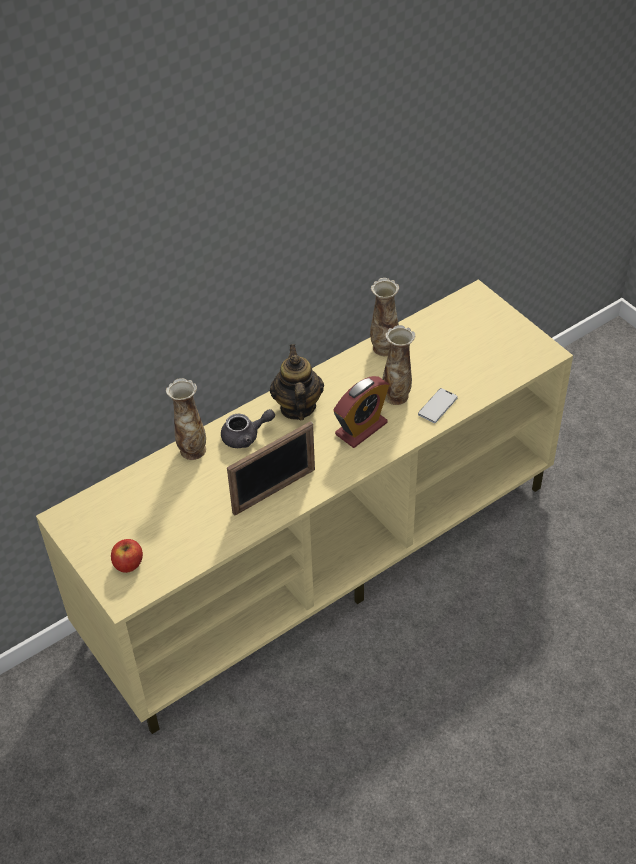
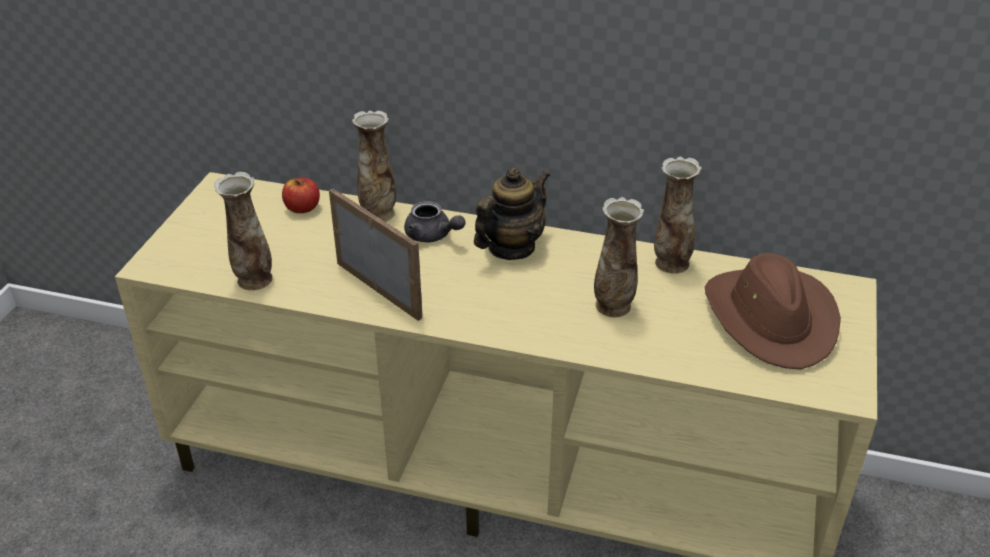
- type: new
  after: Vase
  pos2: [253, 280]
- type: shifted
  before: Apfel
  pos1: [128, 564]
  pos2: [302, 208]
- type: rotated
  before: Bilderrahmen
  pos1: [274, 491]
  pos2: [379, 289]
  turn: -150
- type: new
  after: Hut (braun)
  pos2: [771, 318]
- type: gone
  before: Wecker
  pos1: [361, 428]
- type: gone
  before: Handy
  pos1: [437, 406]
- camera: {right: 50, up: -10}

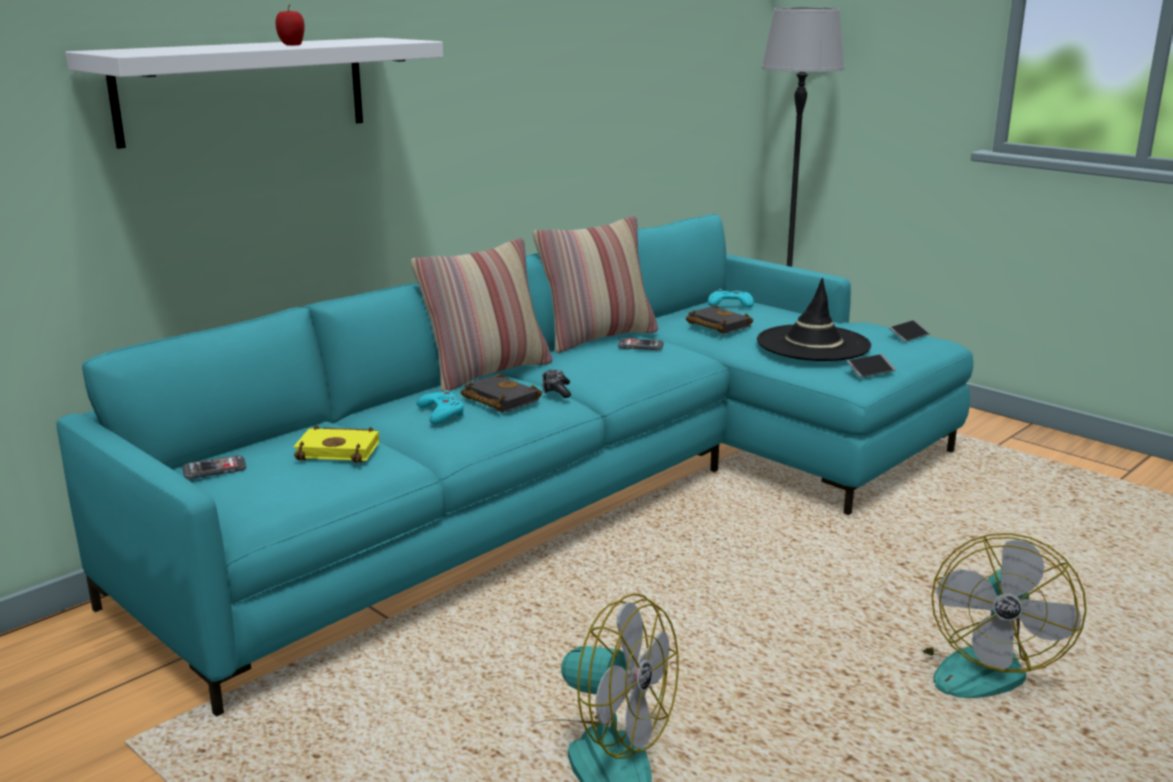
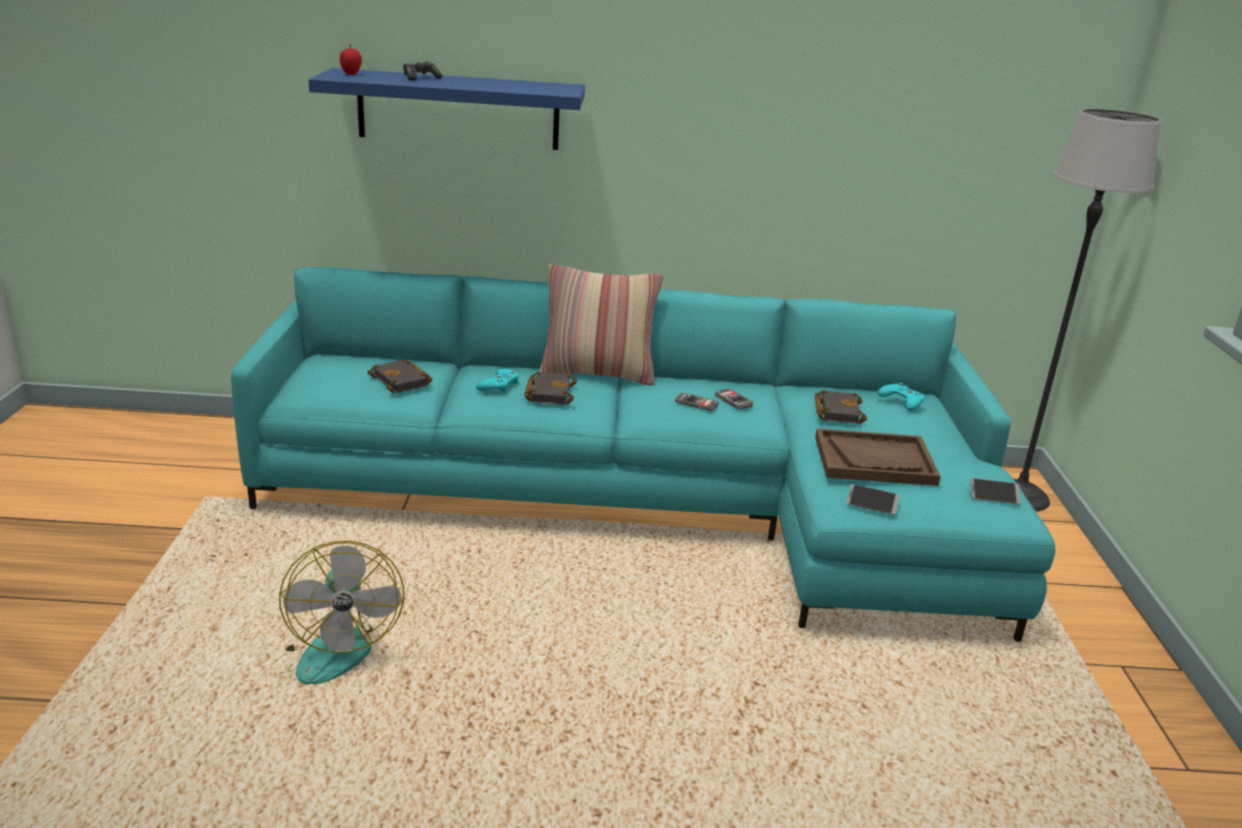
- type: repainted
  before: Wandregal (weiß)
  after: Wandregal (blau)
  pos1: [244, 89]
  pos2: [458, 110]
- type: shifted
  before: Apfel
  pos1: [292, 45]
  pos2: [351, 74]
- type: repainted
  before: Buch (gelb)
  after: Buch (schwarz)
  pos1: [341, 450]
  pos2: [402, 381]
- type: shifted
  before: Gamepad
  pos1: [556, 391]
  pos2: [420, 78]
- type: shifted
  before: Handy
  pos1: [214, 469]
  pos2: [696, 403]
- type: swapped
  before: Hut (schwarz)
  after: Tablett (braun)
  pos1: [813, 344]
  pos2: [874, 460]
- type: gone
  before: Kissen
  pos1: [597, 337]
- type: gone
  before: Ventilator
  pos1: [979, 664]
- camera: {right: 45, up: 5}

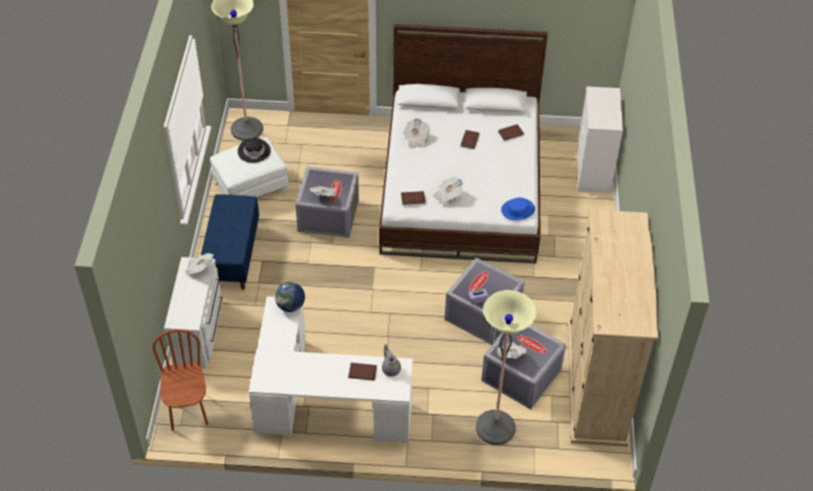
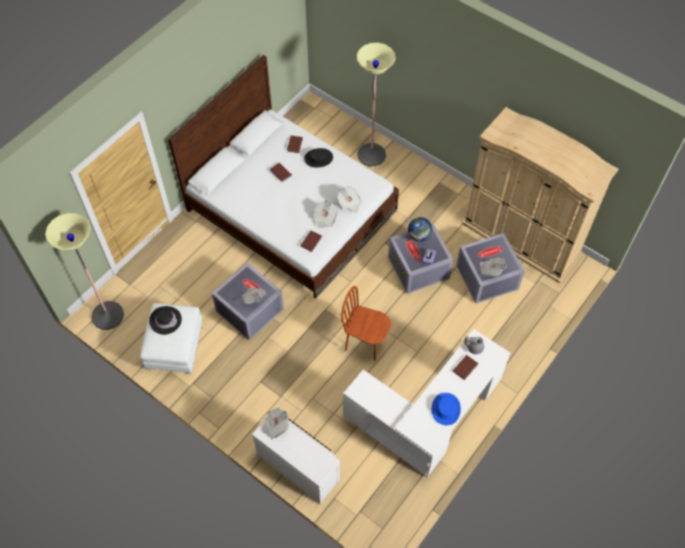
- type: new
  after: Hut (schwarz)
  pos2: [318, 158]
- type: shifted
  before: Zeitung
  pos1: [416, 139]
  pos2: [349, 203]
- type: shifted
  before: Stuhl (braun)
  pos1: [188, 411]
  pos2: [365, 343]
- type: shifted
  before: Stehlampe
  pos1: [495, 427]
  pos2: [371, 155]
- type: shifted
  before: Globus
  pos1: [290, 306]
  pos2: [419, 236]
- type: shifted
  before: Hut (blau)
  pos1: [518, 210]
  pos2: [446, 409]
- type: gone
  before: Bank (blau)
  pos1: [232, 255]
- type: gone
  before: Kommode (weiß)
  pos1: [593, 171]
- camera: {right: -55, up: 10}

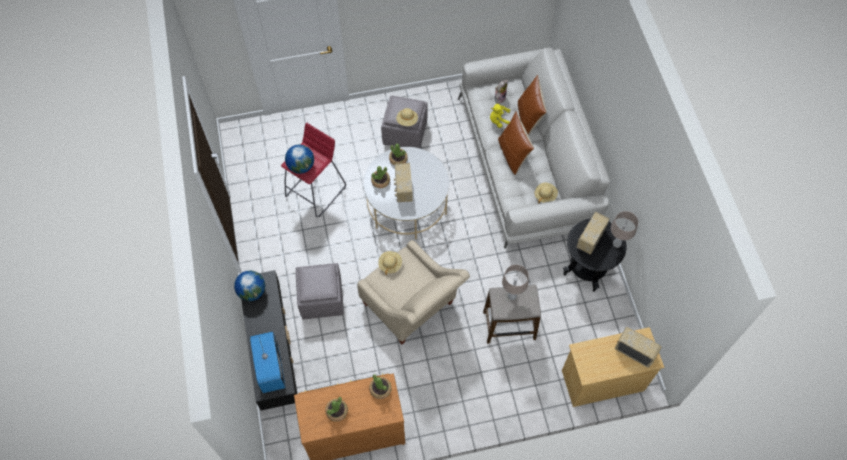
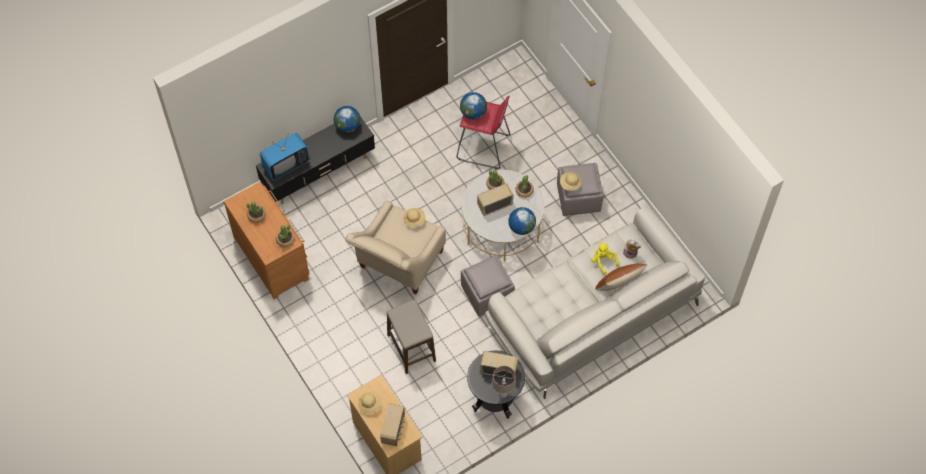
- type: shifted
  before: Hut (beige)
  pos1: [545, 195]
  pos2: [370, 404]
- type: shifted
  before: Polsterhocker (grau)
  pos1: [321, 299]
  pos2: [486, 293]
- type: new
  after: Globus
  pos2: [521, 227]
- type: gone
  before: Kissen (braun)
  pos1: [513, 154]
- type: gone
  before: Tischlampe (beige)
  pos1: [512, 295]
- camera: {right: 70, up: 0}

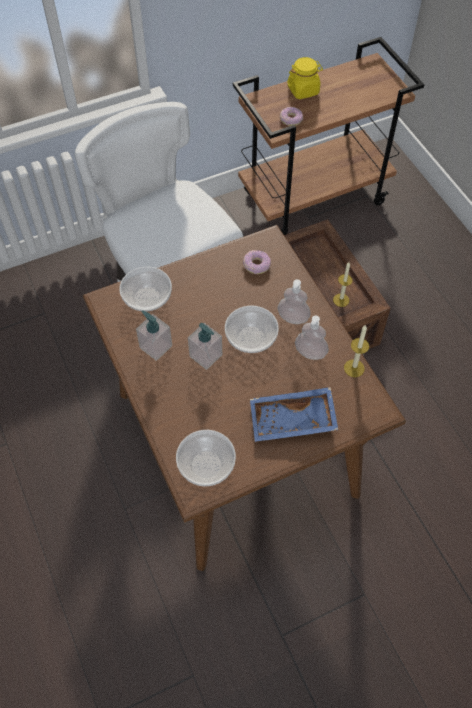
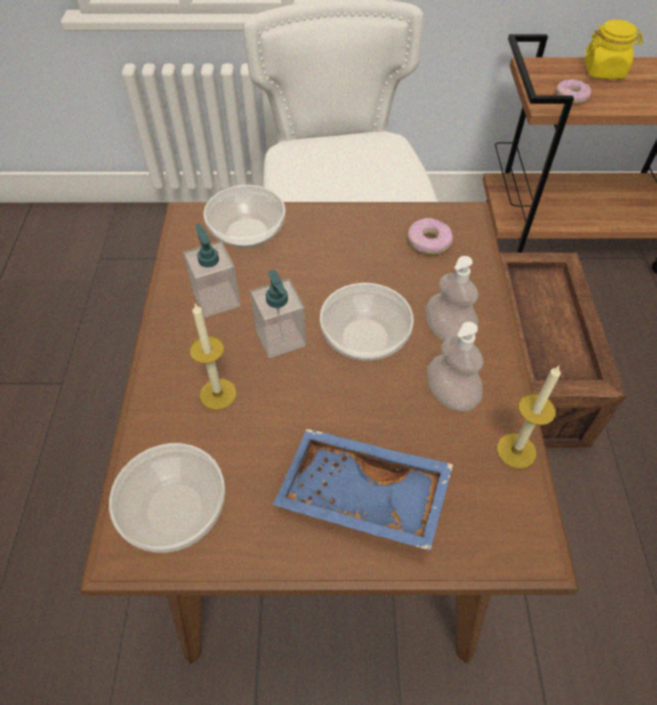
- type: shifted
  before: Kerze
  pos1: [341, 300]
  pos2: [218, 394]
- camera: {right: 25, up: -5}

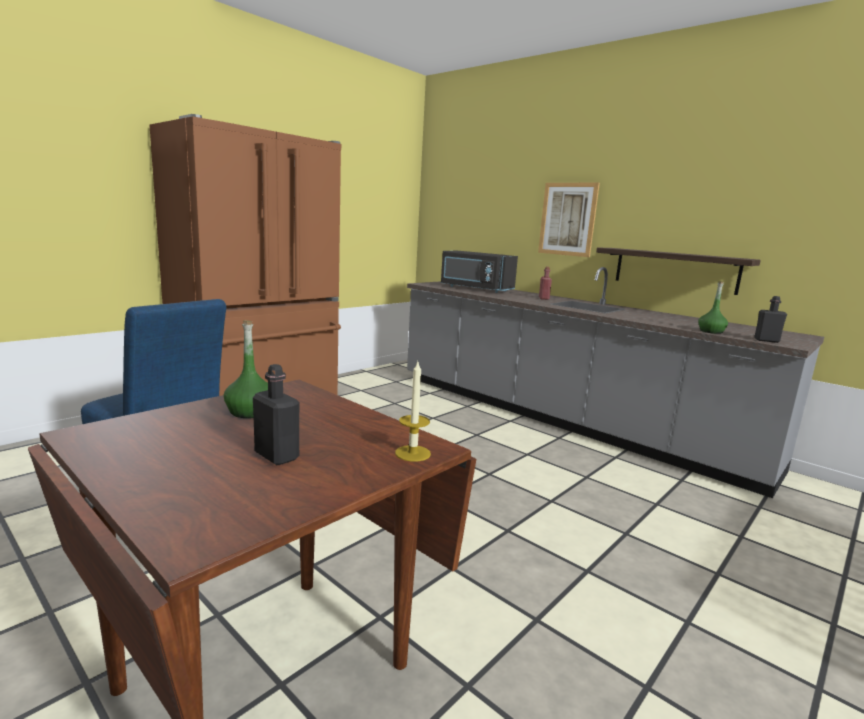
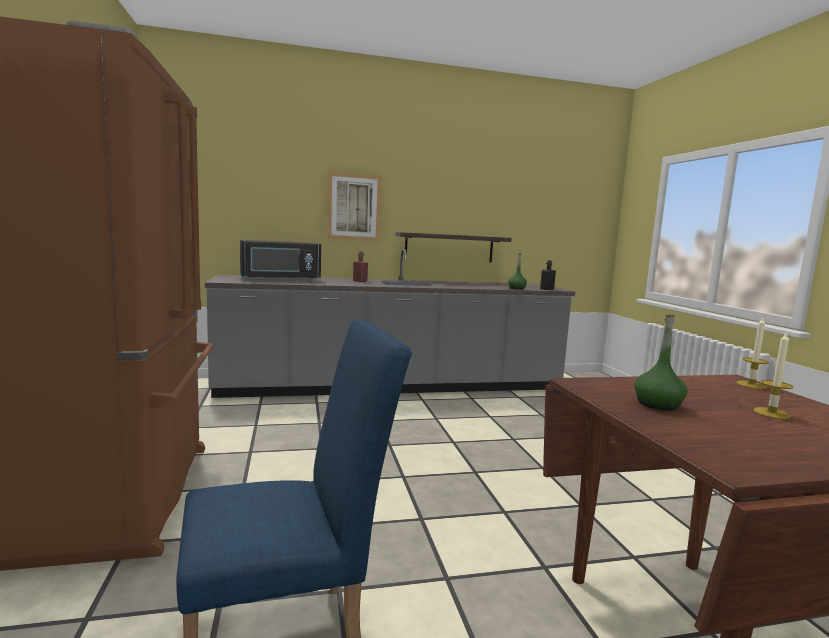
- type: swapped
  before: Flasche (schwarz)
  after: Kerze
  pos1: [276, 456]
  pos2: [771, 413]
- camera: {right: -55, up: -5}

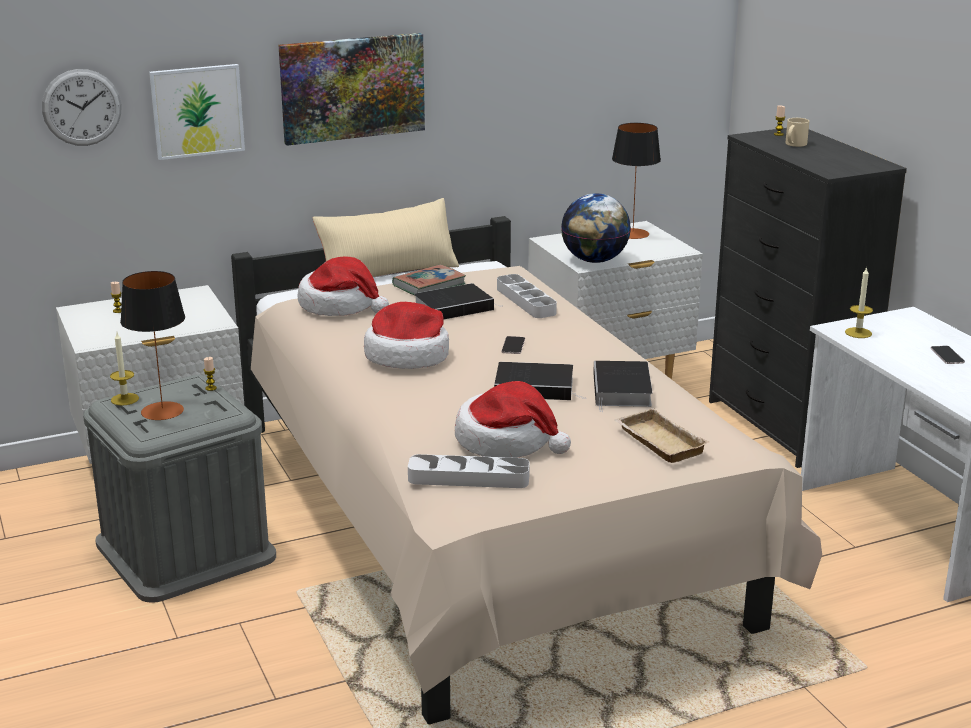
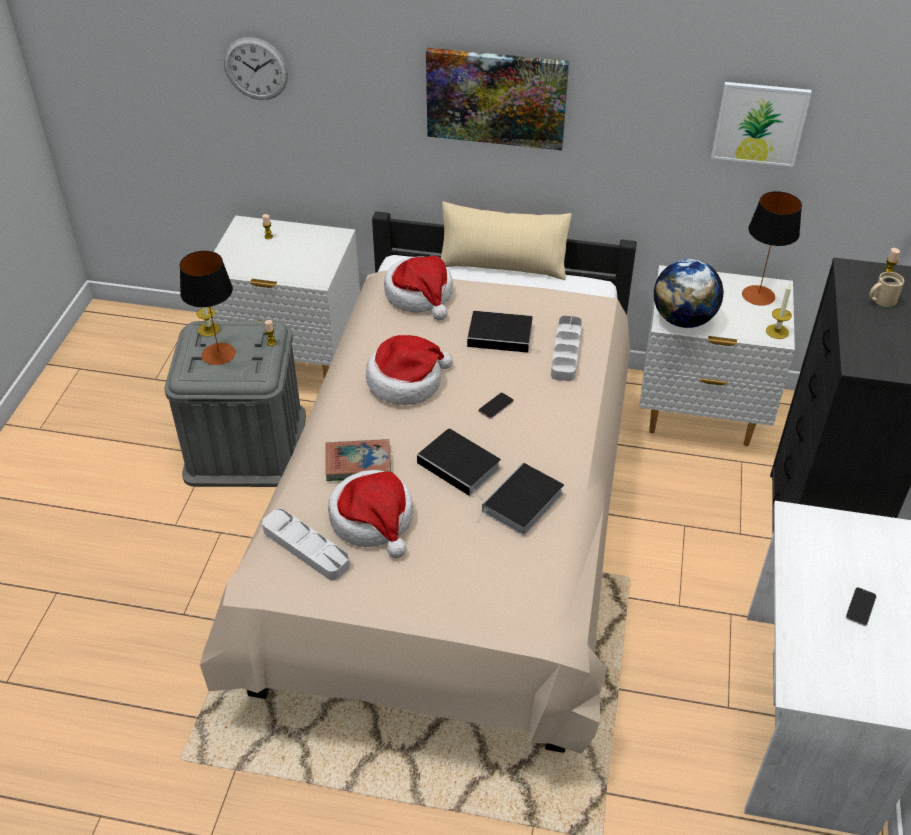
- type: shifted
  before: Buch
  pos1: [429, 285]
  pos2: [358, 463]
- type: shifted
  before: Bild
  pos1: [197, 111]
  pos2: [759, 123]
- type: shifted
  before: Kerze
  pos1: [858, 333]
  pos2: [777, 331]
- type: gone
  before: Tablett (beige)
  pos1: [657, 442]
- camera: {right: 35, up: 20}

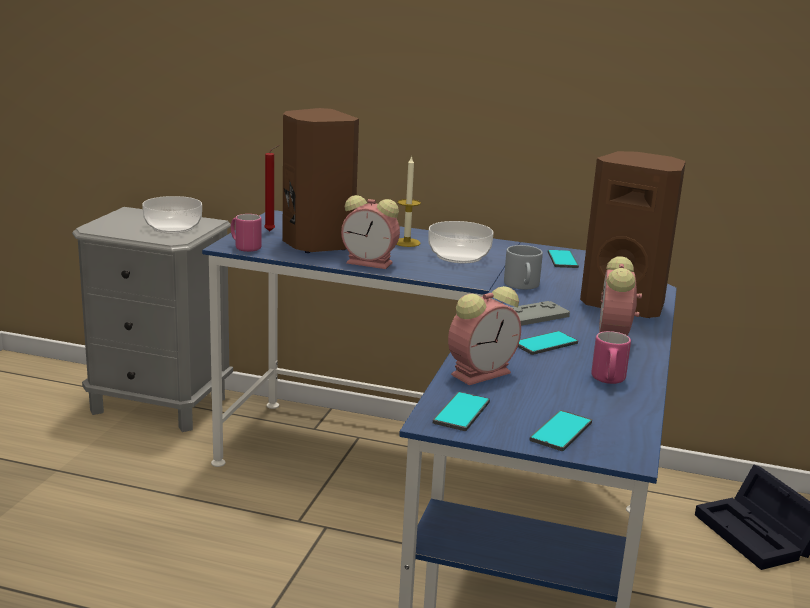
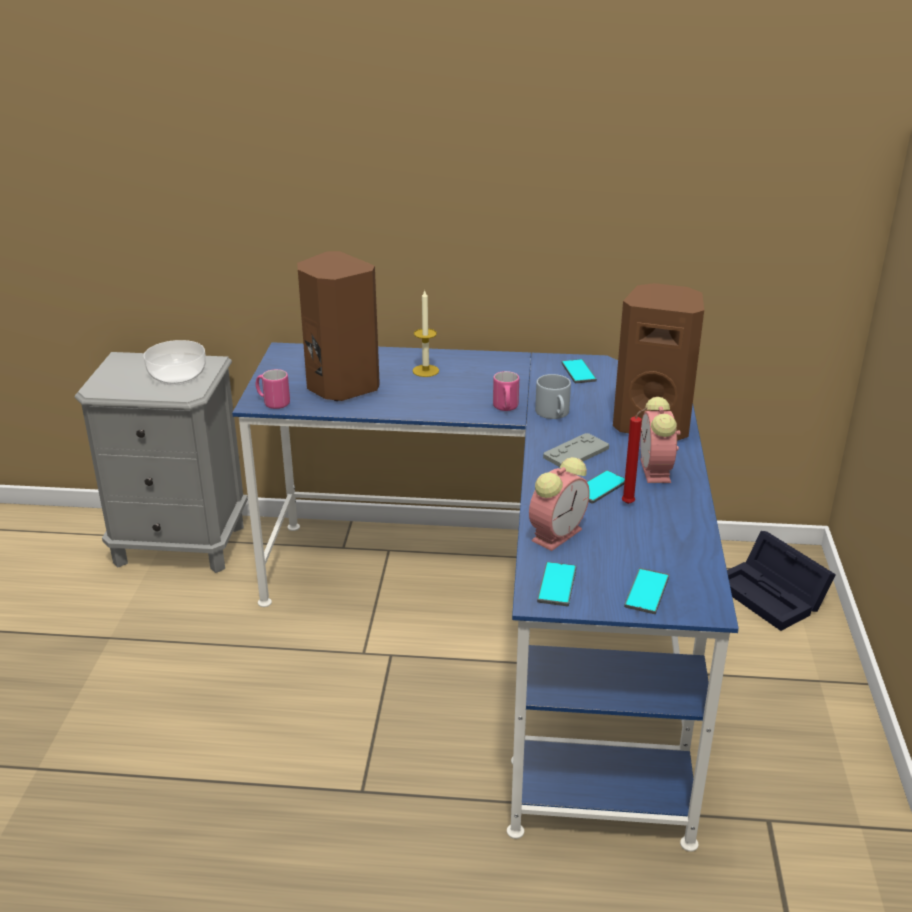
- type: shifted
  before: Henkelbecher (rosa)
  pos1: [608, 381]
  pos2: [506, 408]
- type: shifted
  before: Kerze (rot)
  pos1: [271, 231]
  pos2: [630, 503]
- type: gone
  before: Wecker
  pos1: [371, 263]
- type: gone
  before: Schüssel
  pos1: [459, 256]
- camera: {right: -10, up: 10}

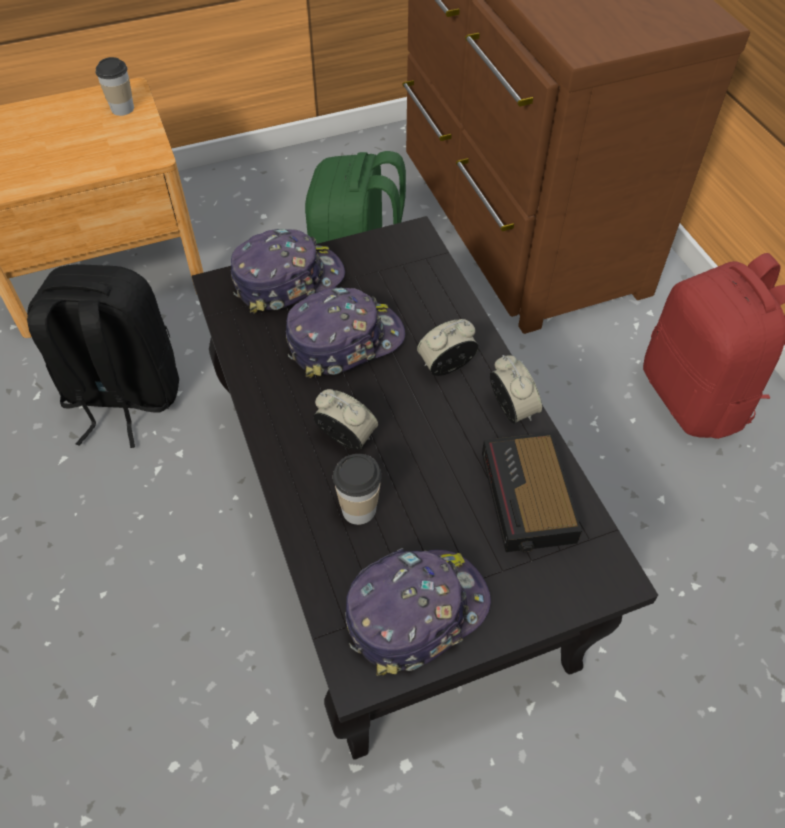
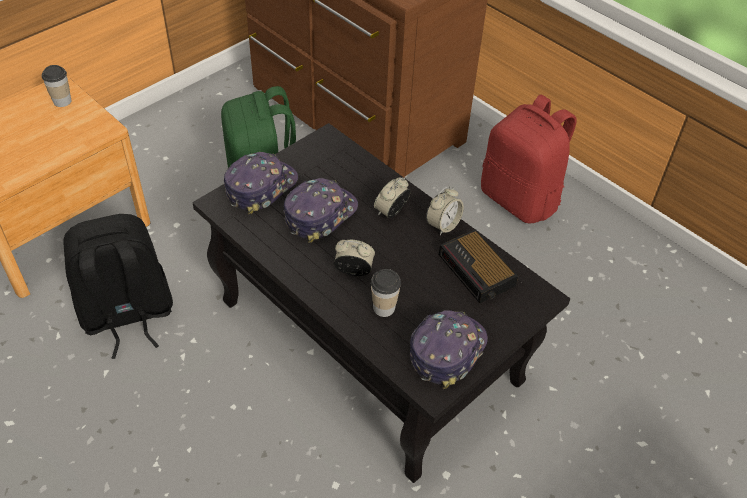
- type: rotated
  before: Wecker
  pos1: [511, 410]
  pos2: [443, 225]
  turn: 90
- camera: {right: -25, up: -5}

